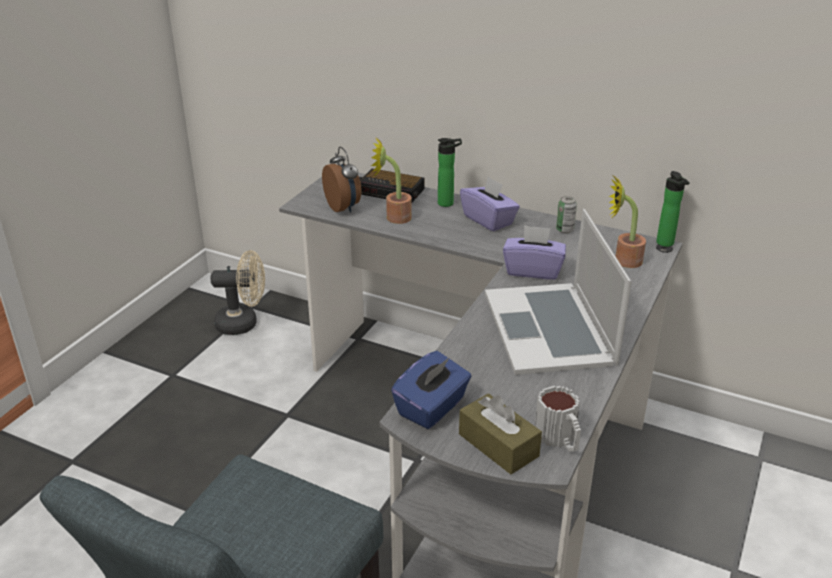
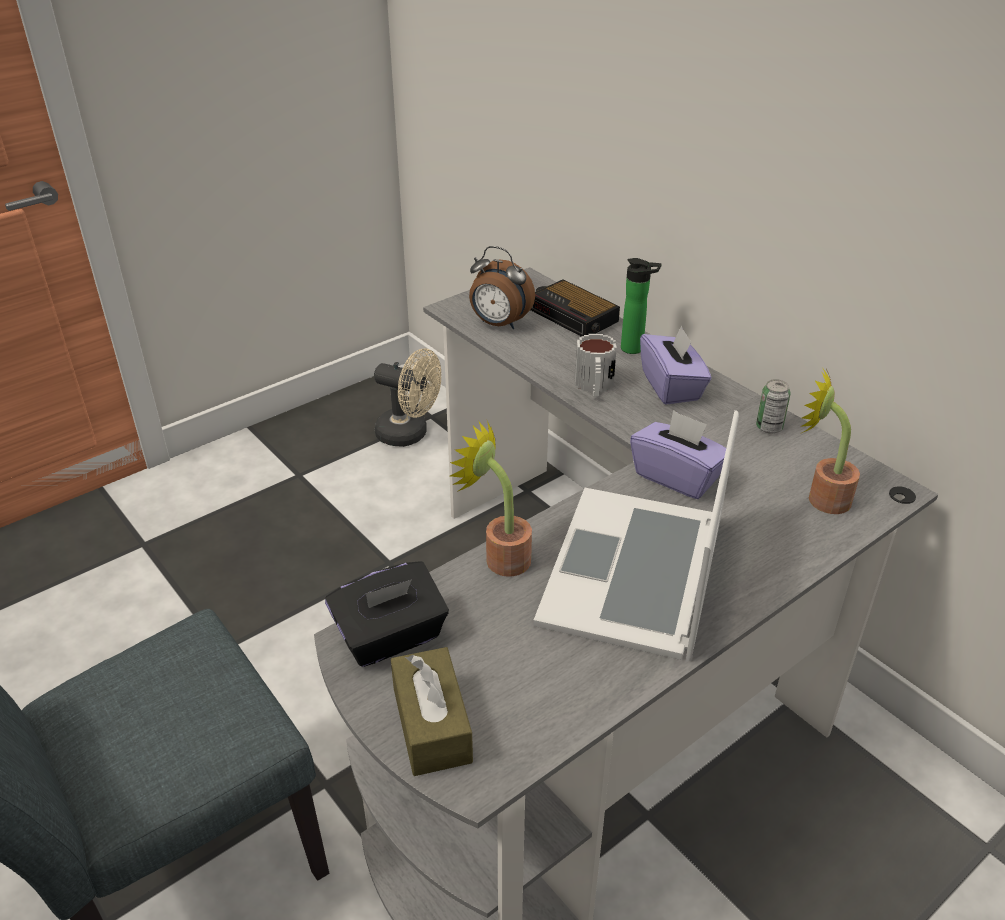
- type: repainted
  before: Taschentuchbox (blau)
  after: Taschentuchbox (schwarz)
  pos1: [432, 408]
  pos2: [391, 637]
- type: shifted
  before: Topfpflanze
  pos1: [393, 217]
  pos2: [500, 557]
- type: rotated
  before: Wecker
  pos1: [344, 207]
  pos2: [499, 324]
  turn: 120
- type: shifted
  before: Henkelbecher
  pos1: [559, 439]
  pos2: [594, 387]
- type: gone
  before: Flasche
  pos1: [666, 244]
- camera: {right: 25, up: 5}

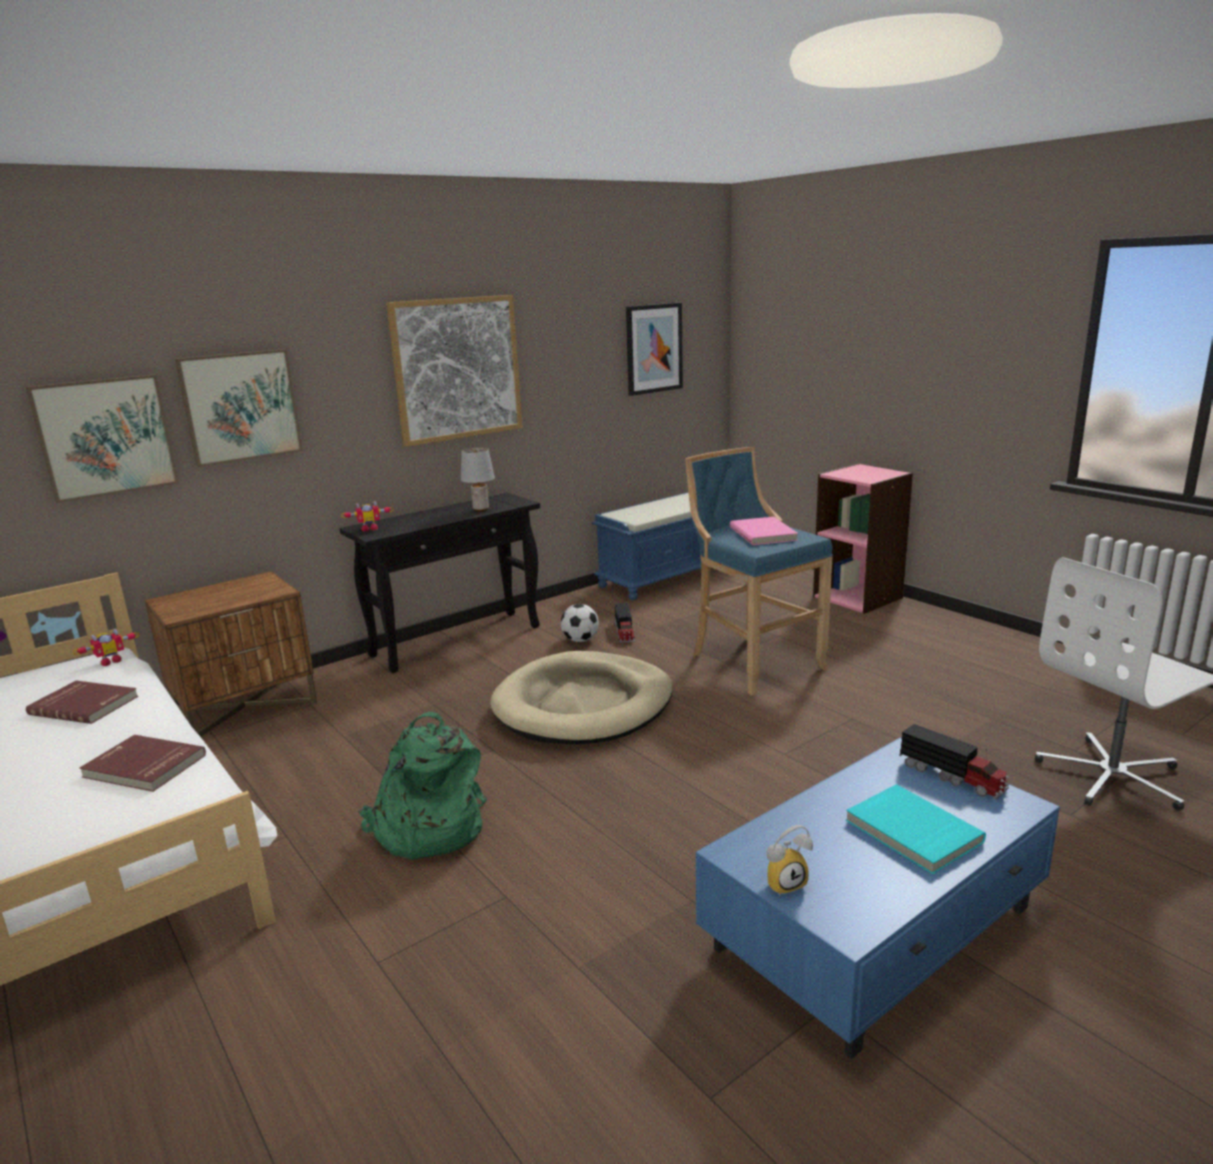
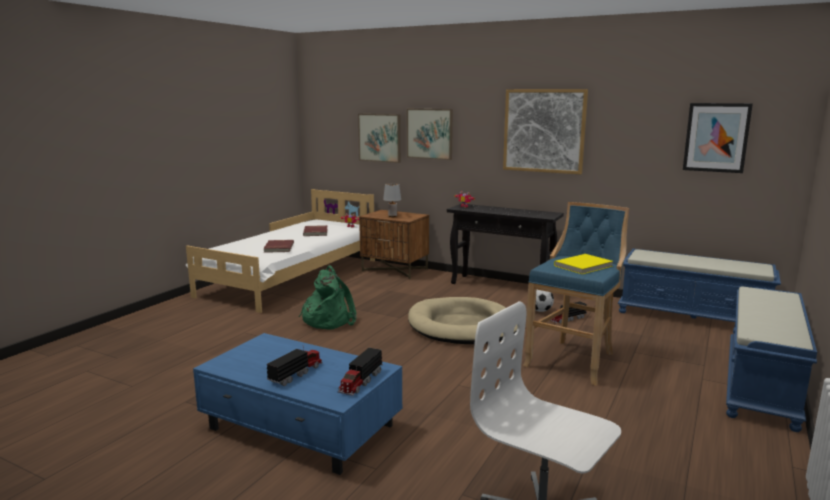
- type: swapped
  before: Buch (türkis)
  after: Spielzeuglaster
  pos1: [911, 832]
  pos2: [296, 373]
- type: shifted
  before: Tischlampe (grau)
  pos1: [481, 509]
  pos2: [392, 216]
- type: repainted
  before: Buch (rosa)
  after: Buch (gelb)
  pos1: [764, 534]
  pos2: [584, 266]
- type: swapped
  before: Bücherregal (rosa)
  after: Bank (blau)
  pos1: [858, 597]
  pos2: [762, 384]
- type: gone
  before: Wecker
  pos1: [785, 882]
- camera: {right: 65, up: -5}

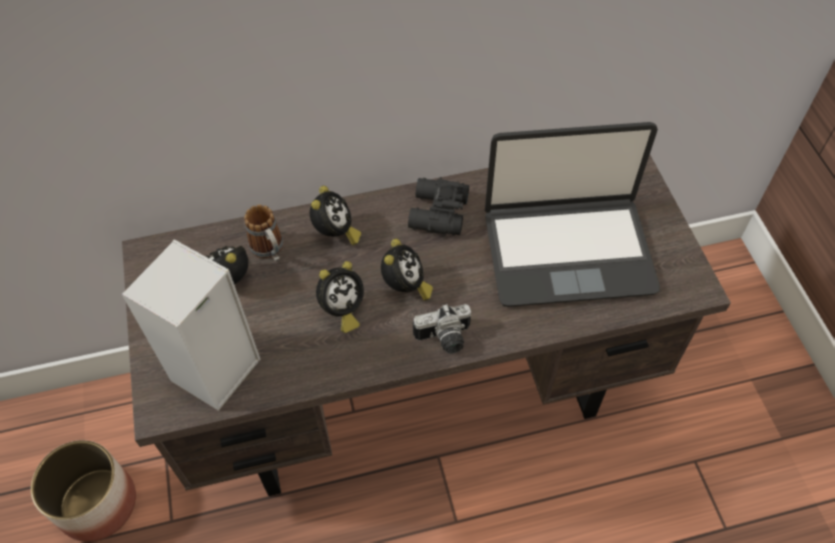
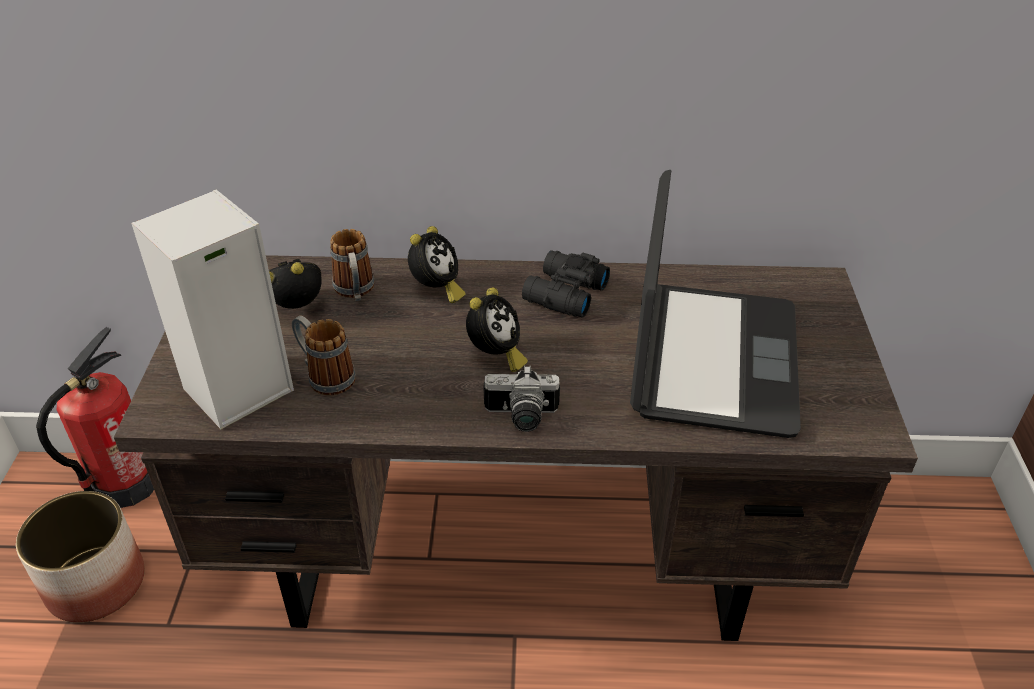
- type: new
  after: Feuerlöscher
  pos2: [124, 484]
- type: new
  after: Henkelbecher
  pos2: [325, 376]
- type: rotated
  before: Laptop
  pos1: [567, 250]
  pos2: [712, 359]
  turn: -90
- type: gone
  before: Wecker
  pos1: [341, 310]
- camera: {right: 15, up: -15}

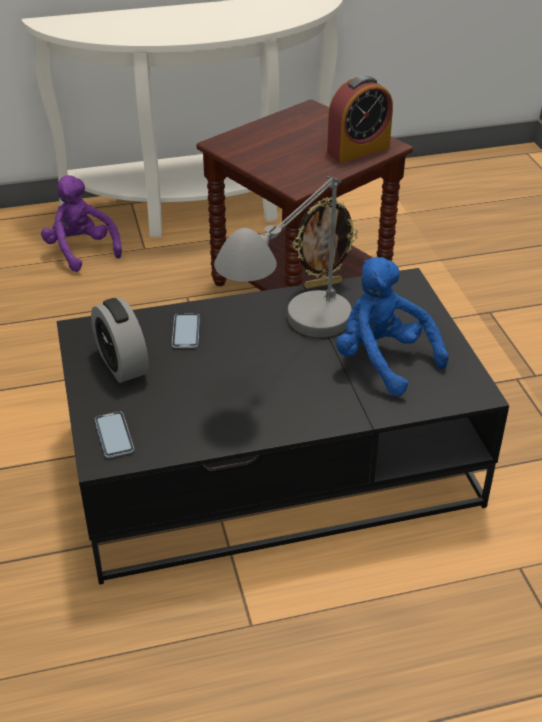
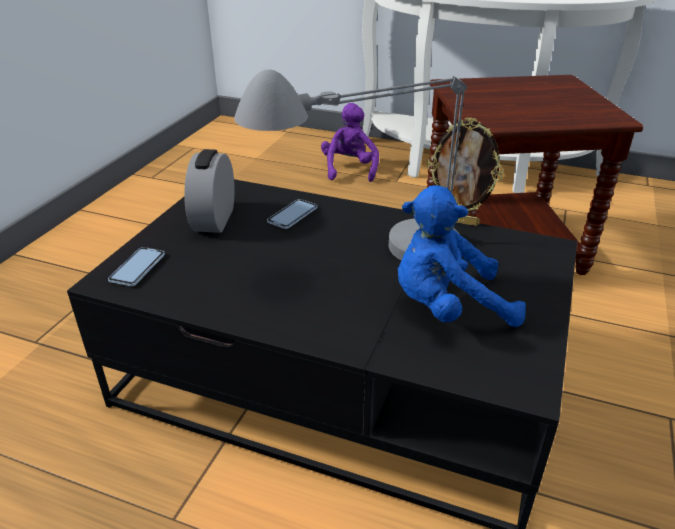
- type: rotated
  before: Plüschtier (blau)
  pos1: [382, 360]
  pos2: [447, 307]
  turn: -90
- type: gone
  before: Wecker
  pos1: [358, 150]
- camera: {right: 35, up: -5}

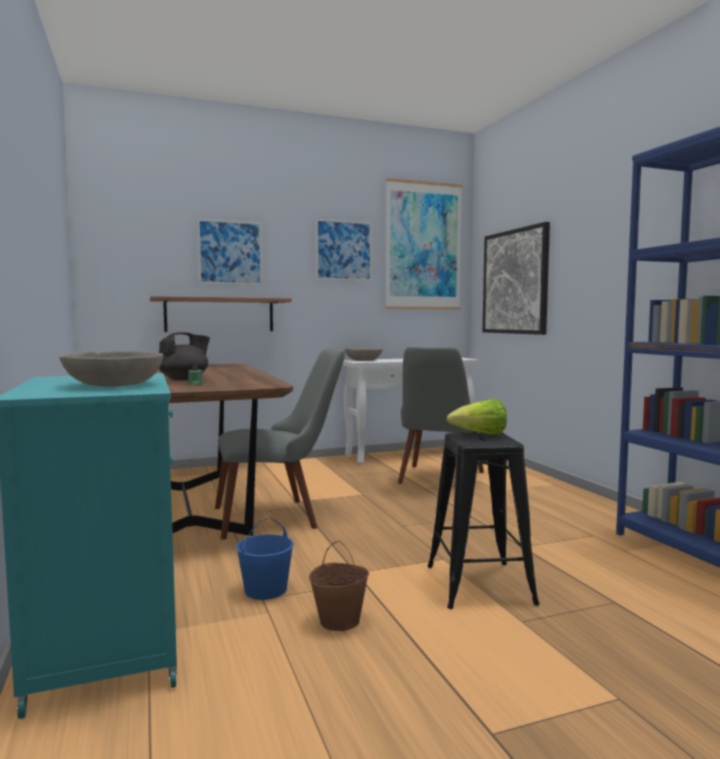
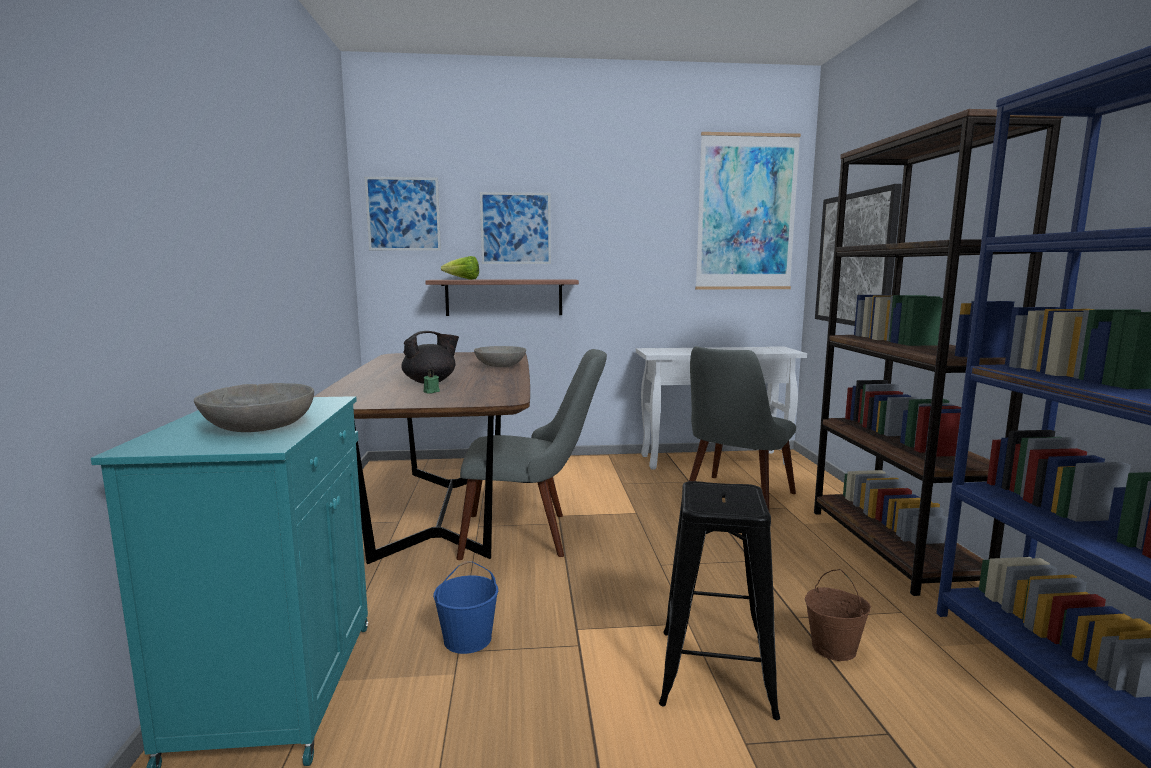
- type: shifted
  before: Bild
  pos1: [344, 250]
  pos2: [403, 214]
- type: shifted
  before: Salatkopf
  pos1: [480, 435]
  pos2: [463, 279]
- type: shifted
  before: Schüssel (grau)
  pos1: [363, 360]
  pos2: [500, 366]
- type: shifted
  before: Eimer (braun)
  pos1: [340, 621]
  pos2: [834, 648]
- type: new
  after: Bücherregal (braun)
  pos2: [892, 547]
- camera: {right: 15, up: 5}

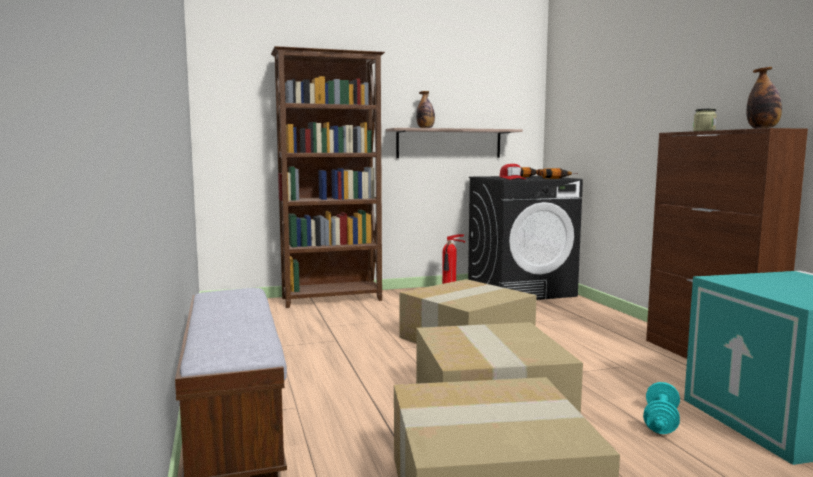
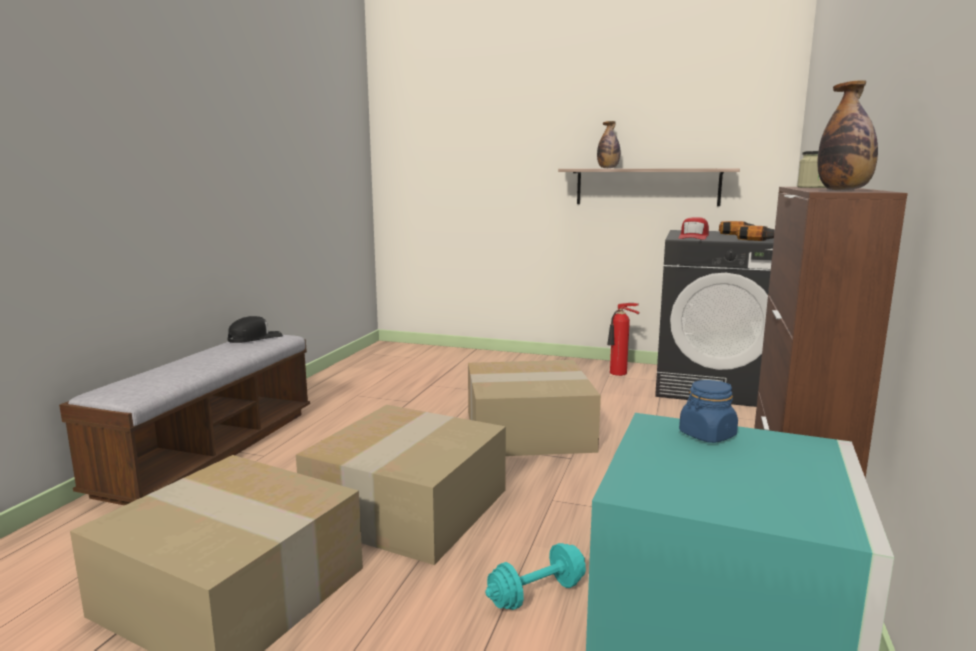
- type: new
  after: Kappe (schwarz)
  pos2: [255, 338]
- type: new
  after: Vorratsglas (blau)
  pos2: [707, 435]
- type: gone
  before: Bücherregal (braun)
  pos1: [332, 299]
- camera: {right: 35, up: 5}

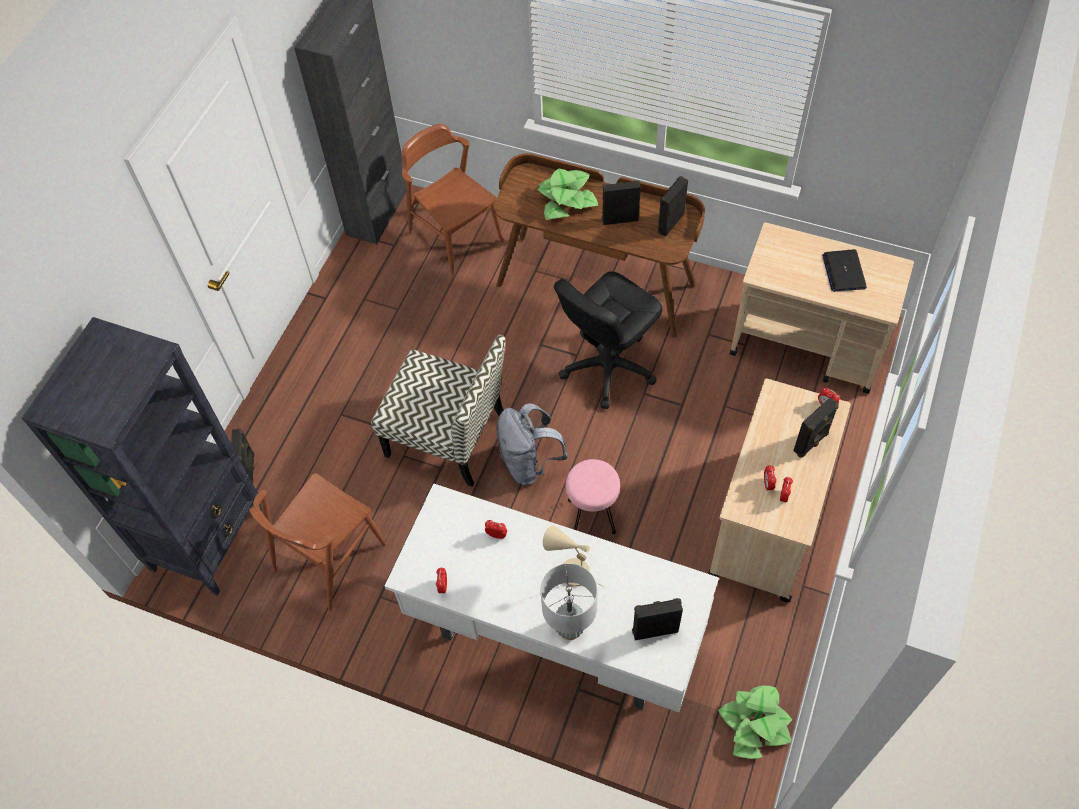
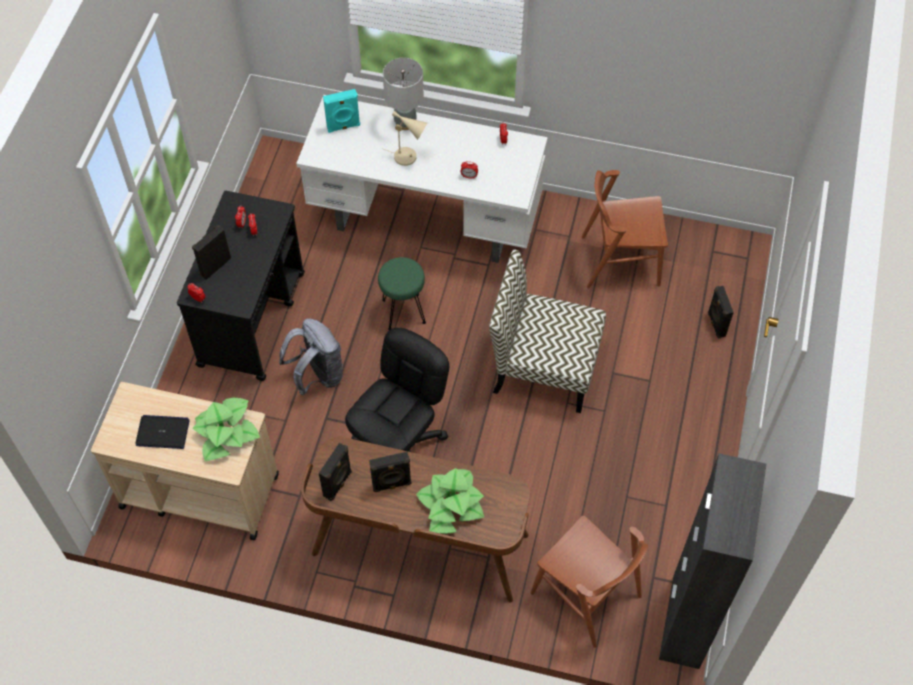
- type: rotated
  before: Laptop
  pos1: [843, 271]
  pos2: [163, 432]
  turn: -75
- type: repainted
  before: Rollwagen (beige)
  after: Rollwagen (schwarz)
  pos1: [767, 524]
  pos2: [252, 318]
- type: shifted
  before: Topfpflanze
  pos1: [755, 724]
  pos2: [226, 432]
- type: shifted
  before: Rucksack (grau)
  pos1: [529, 463]
  pos2: [317, 375]
- type: repainted
  before: Lautsprecher (schwarz)
  after: Lautsprecher (türkis)
  pos1: [654, 629]
  pos2: [343, 127]
- type: repainted
  before: Hocker (rosa)
  after: Hocker (grün)
  pos1: [592, 516]
  pos2: [403, 311]
- type: rotated
  before: Stuhl (braun)
  pos1: [329, 557]
  pos2: [620, 260]
  turn: -120
- type: gone
  before: Bücherregal (schwarz)
  pos1: [209, 539]
- camera: {right: 170, up: 0}

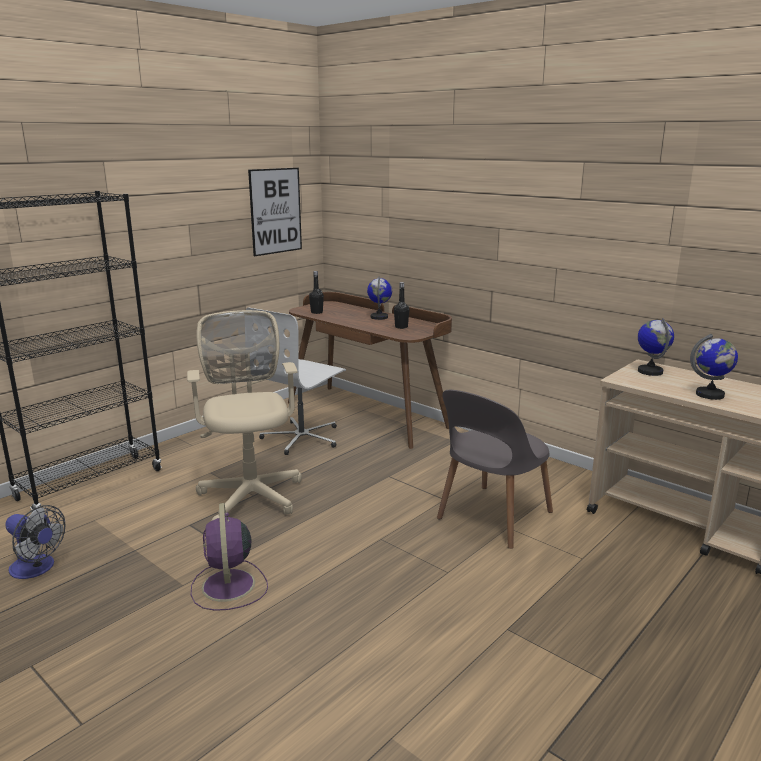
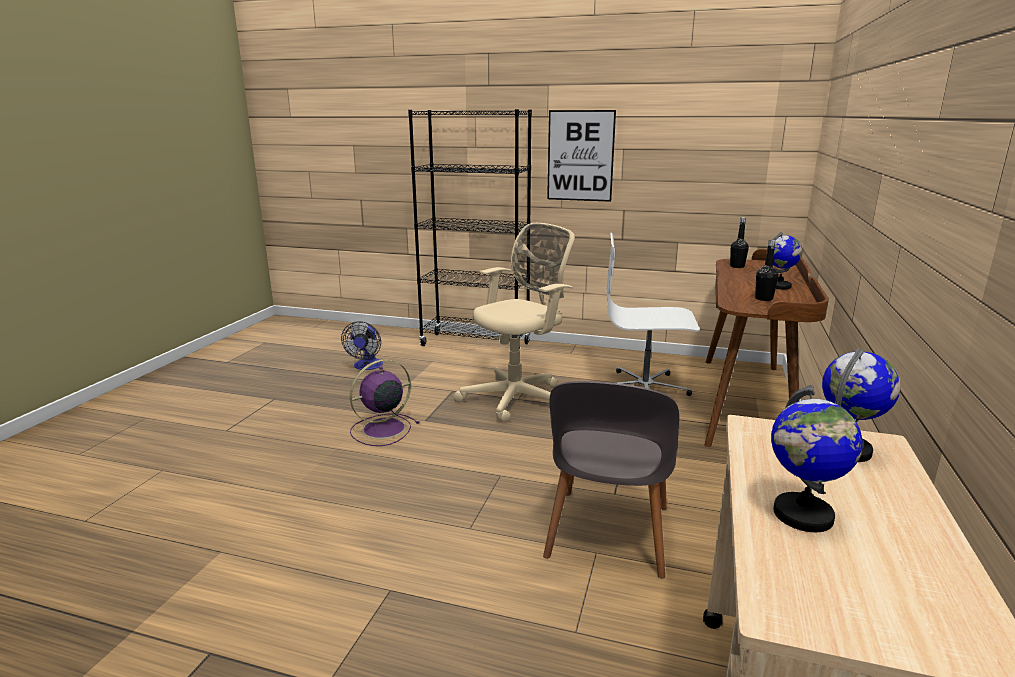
- type: rotated
  before: Stuhl (grau)
  pos1: [492, 517]
  pos2: [607, 535]
  turn: -90
- type: shifted
  before: Bild
  pos1: [275, 211]
  pos2: [580, 156]
- camera: {right: 65, up: 0}

